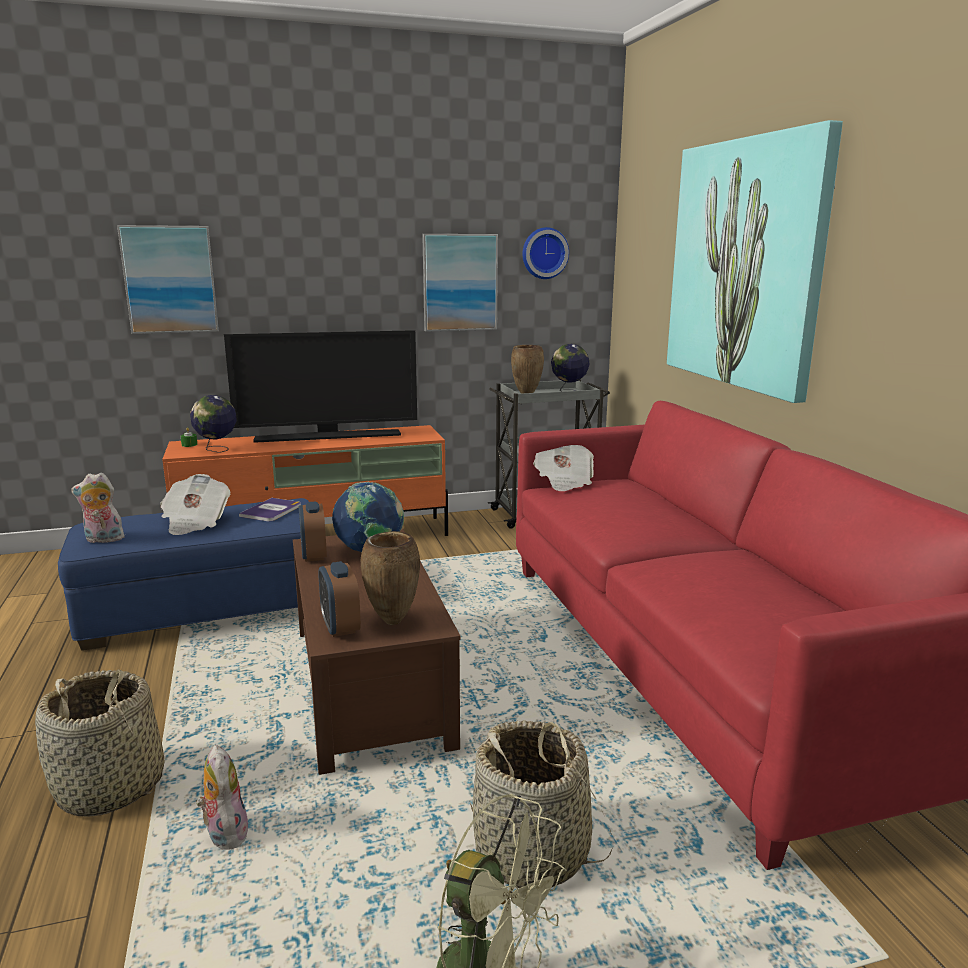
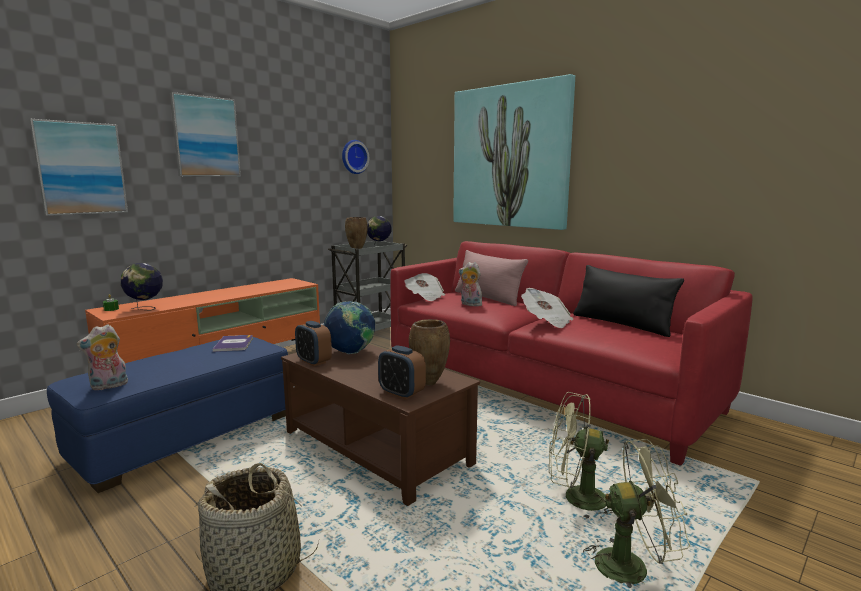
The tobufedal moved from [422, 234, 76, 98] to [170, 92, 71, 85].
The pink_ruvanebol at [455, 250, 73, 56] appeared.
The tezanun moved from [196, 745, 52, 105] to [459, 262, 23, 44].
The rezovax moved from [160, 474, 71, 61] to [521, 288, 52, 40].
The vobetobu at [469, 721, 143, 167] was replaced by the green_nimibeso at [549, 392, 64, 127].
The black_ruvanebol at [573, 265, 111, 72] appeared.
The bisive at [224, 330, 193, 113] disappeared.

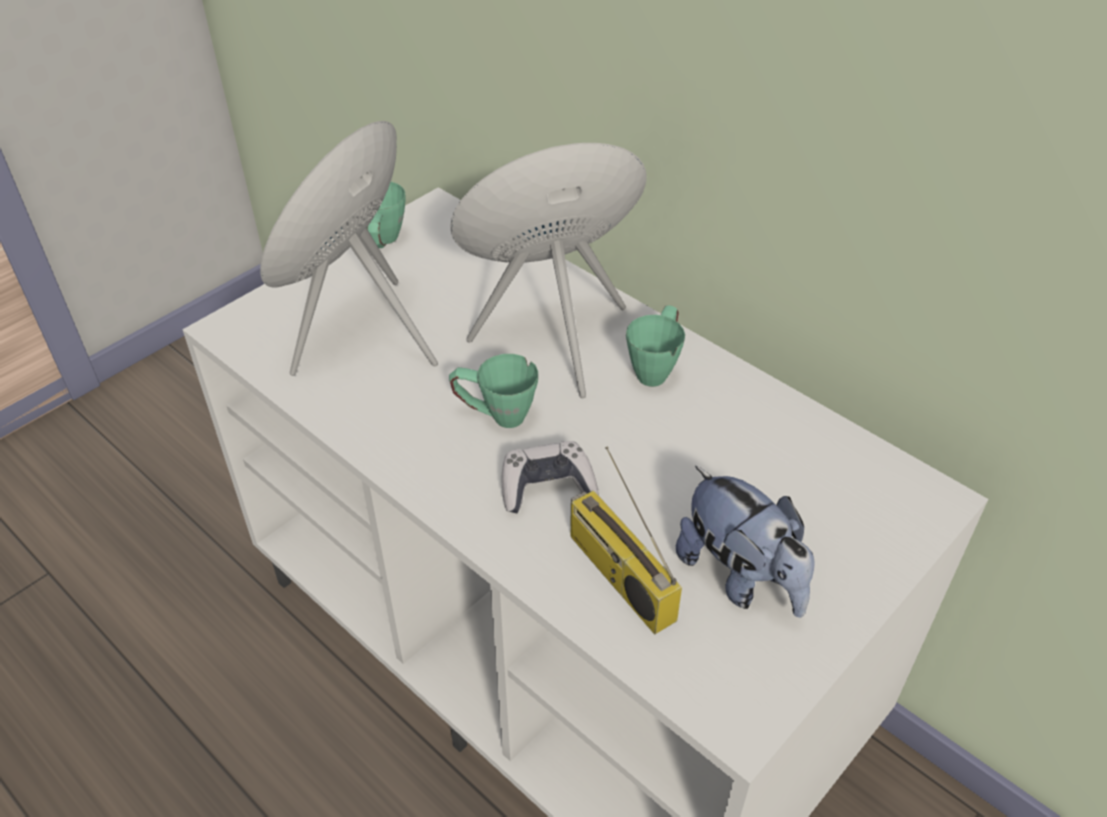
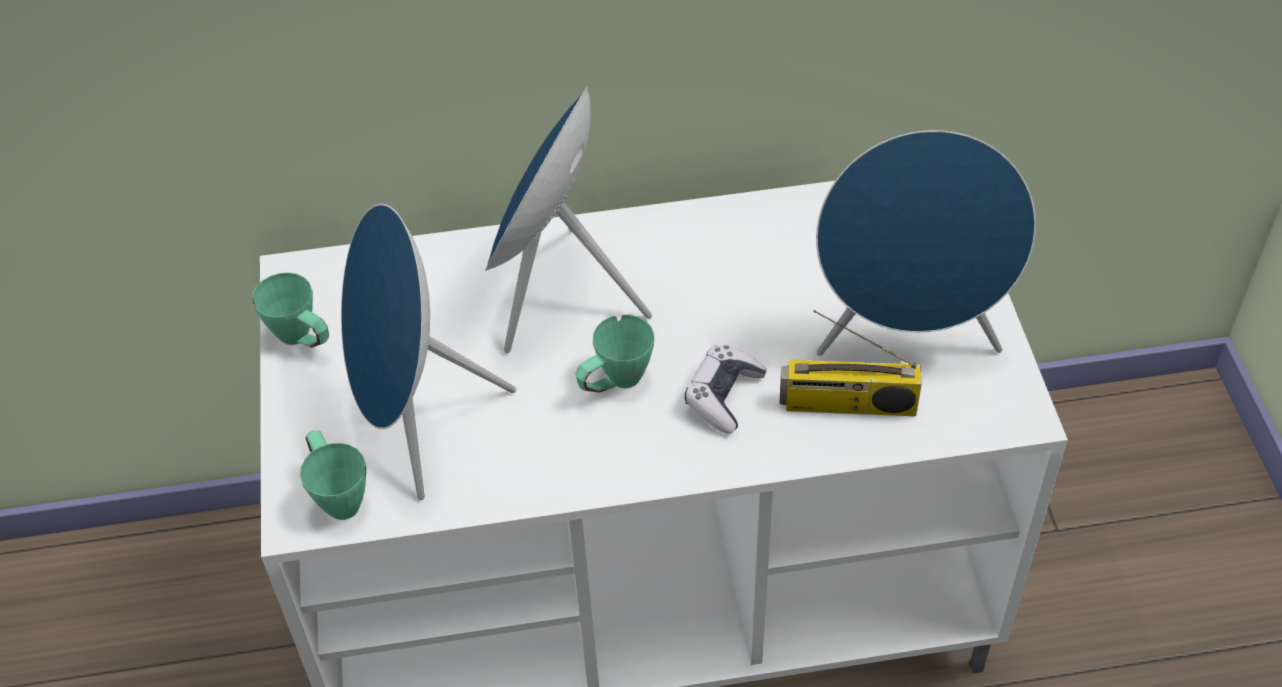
The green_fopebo moved from [626, 305, 59, 82] to [300, 430, 66, 90].
The tezanun at [676, 466, 139, 152] was replaced by the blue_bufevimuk at [816, 130, 220, 226].

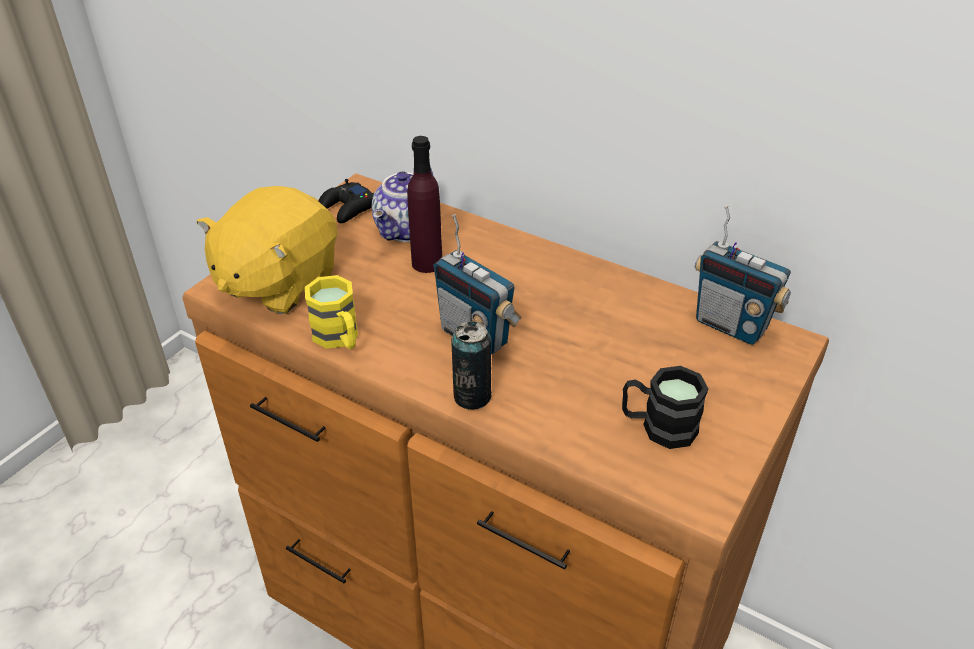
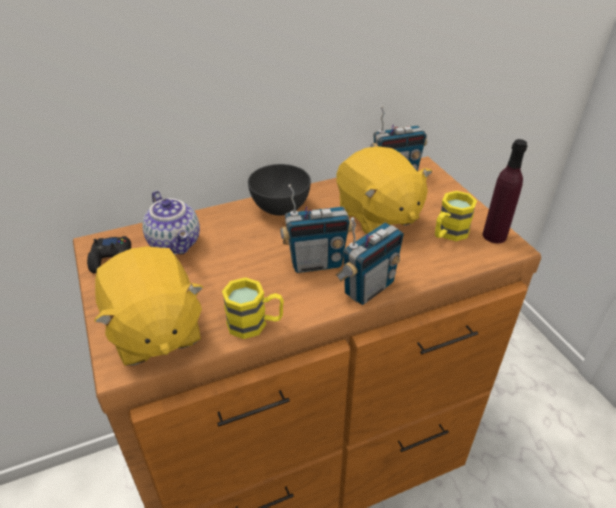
The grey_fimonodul at [248, 164, 63, 52] appeared.
The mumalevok at [451, 321, 41, 89] was replaced by the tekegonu at [335, 217, 69, 88].
The yellow_tezanun at [337, 146, 95, 88] appeared.
The black_fopebo at [622, 366, 87, 83] became the yellow_fopebo at [435, 191, 42, 50].
The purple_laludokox moved from [407, 136, 35, 137] to [482, 139, 45, 104].

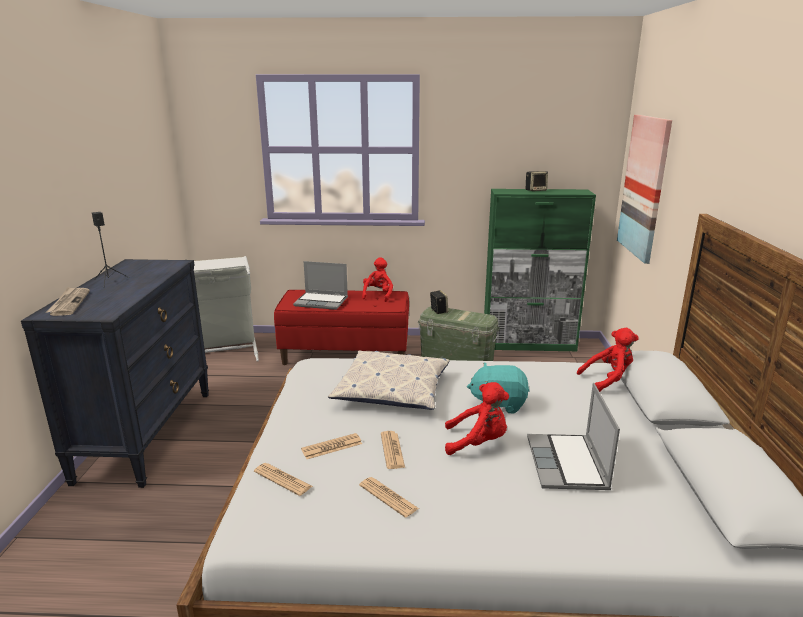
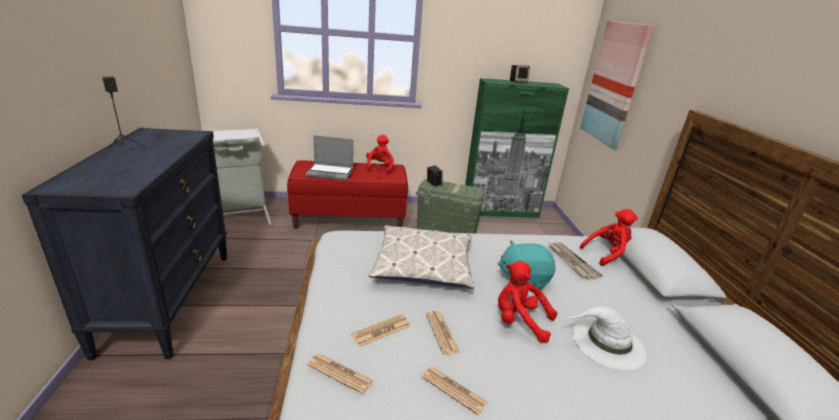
The red_tezanun at [445, 382, 64, 73] turned 150 degrees counterclockwise.
The rezovax moved from [46, 287, 44, 29] to [548, 242, 54, 38].
The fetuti at [527, 383, 93, 107] was replaced by the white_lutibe at [568, 306, 79, 64].

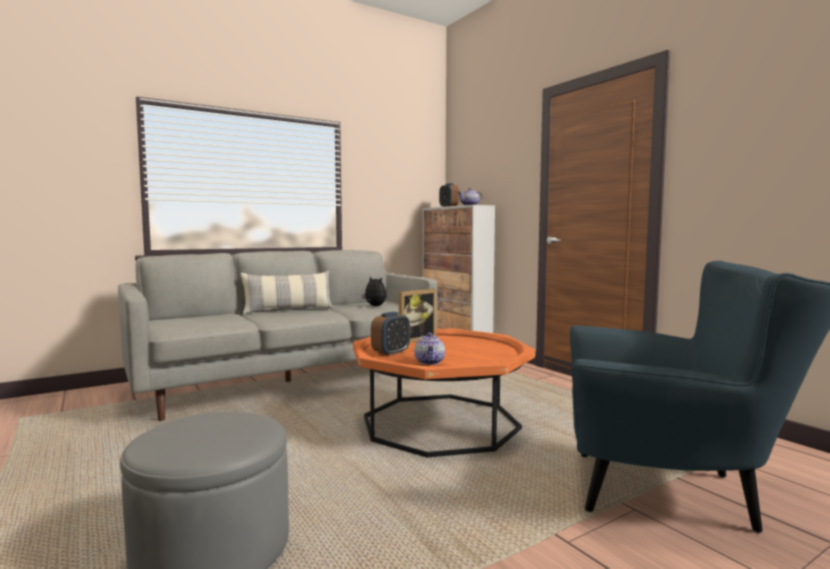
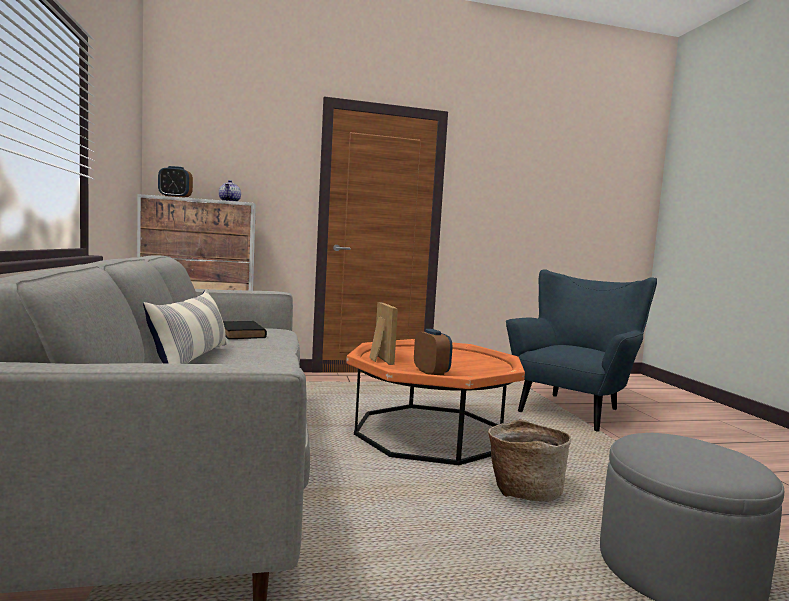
The tezanun at [361, 276, 25, 30] was replaced by the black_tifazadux at [223, 321, 44, 18].
The vobetobu at [488, 419, 83, 82] appeared.
The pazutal at [414, 333, 31, 32] disappeared.

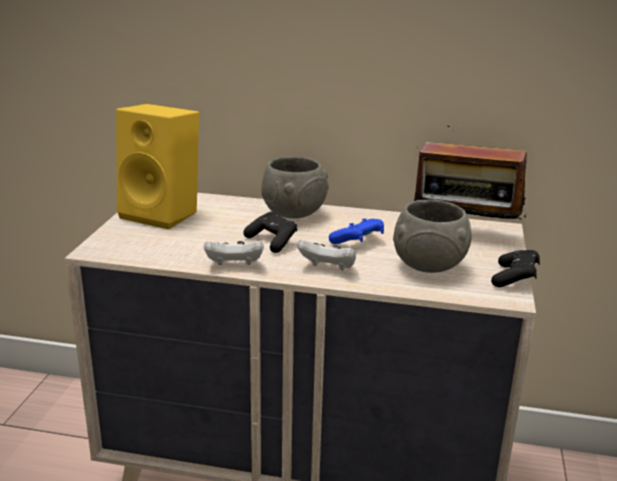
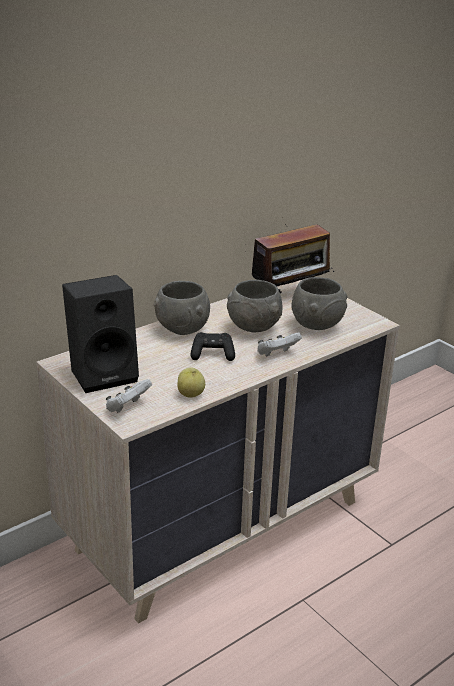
The yellow_bufevimuk at [116, 104, 83, 126] became the black_bufevimuk at [62, 275, 77, 118].
The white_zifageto moved from [204, 241, 60, 24] to [106, 379, 46, 34].
The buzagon at [177, 367, 28, 30] appeared.
The blue_zifageto at [329, 218, 55, 26] was replaced by the grey_fimonodul at [227, 280, 55, 52].
The black_zifageto at [491, 250, 49, 37] disappeared.

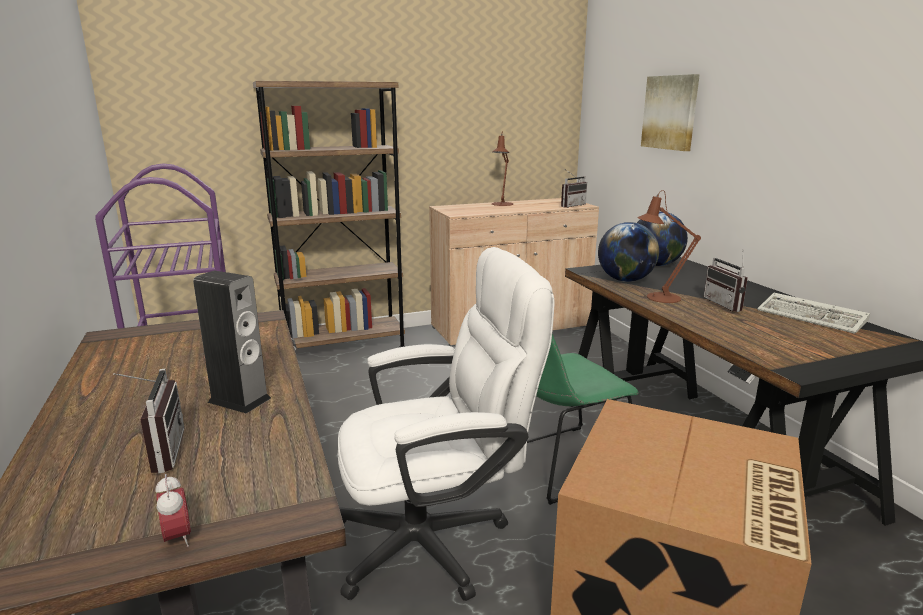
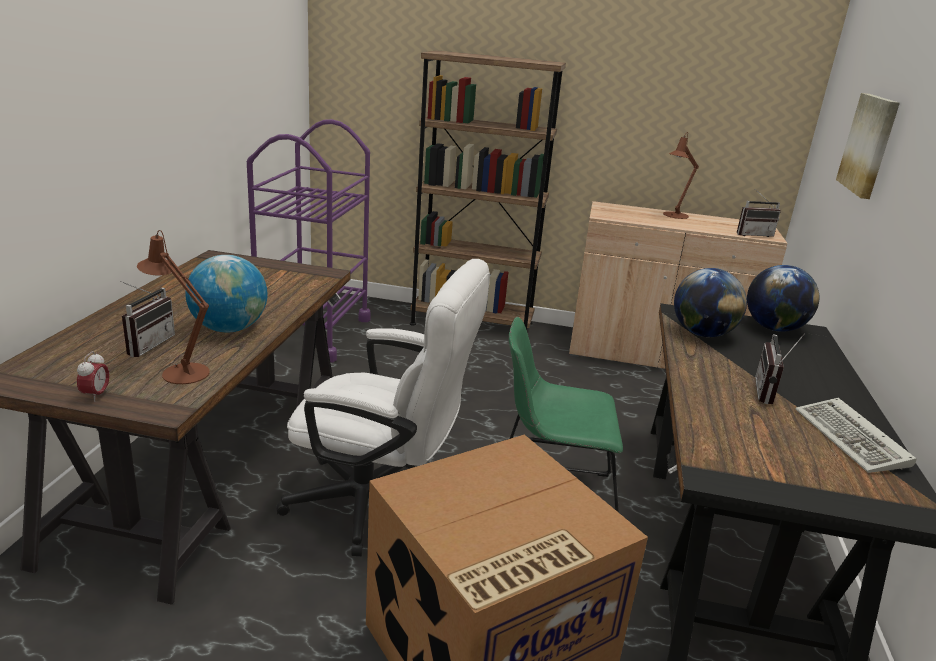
The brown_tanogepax moved from [637, 190, 64, 113] to [137, 230, 73, 154].
The bufevimuk at [193, 271, 78, 142] was replaced by the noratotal at [185, 255, 82, 78].

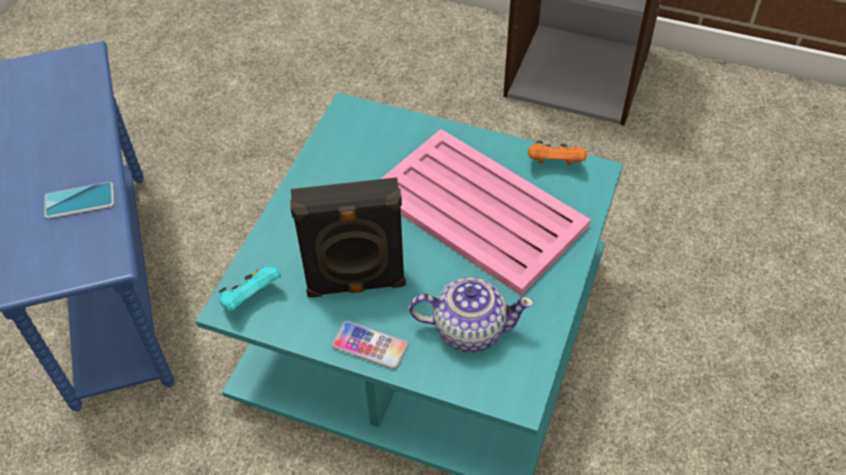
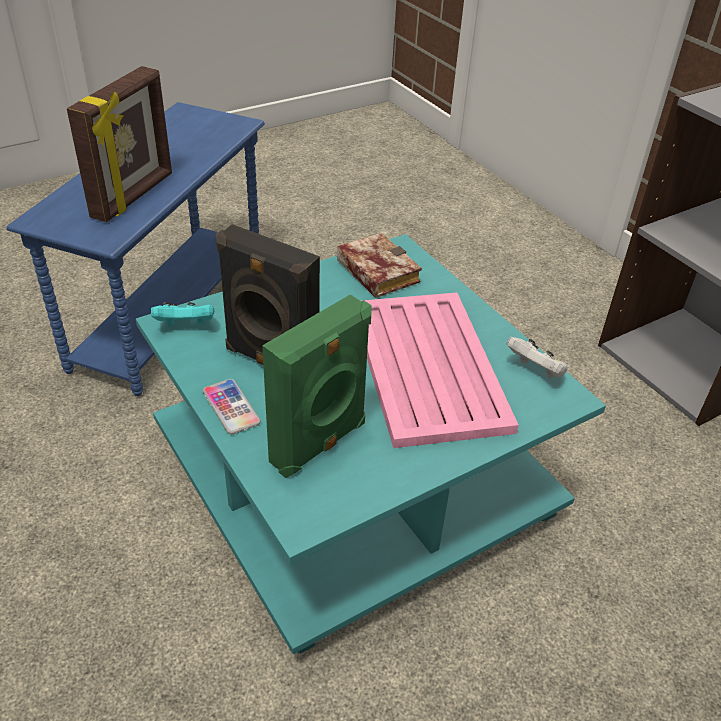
The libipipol at [44, 182, 70, 37] was replaced by the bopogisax at [67, 66, 105, 156].
The pazutal at [409, 277, 125, 75] was replaced by the green_bufevimuk at [262, 294, 109, 184].
The tifazadux at [337, 233, 85, 65] appeared.
The orange_zifageto at [528, 140, 59, 25] became the white_zifageto at [506, 337, 62, 42].

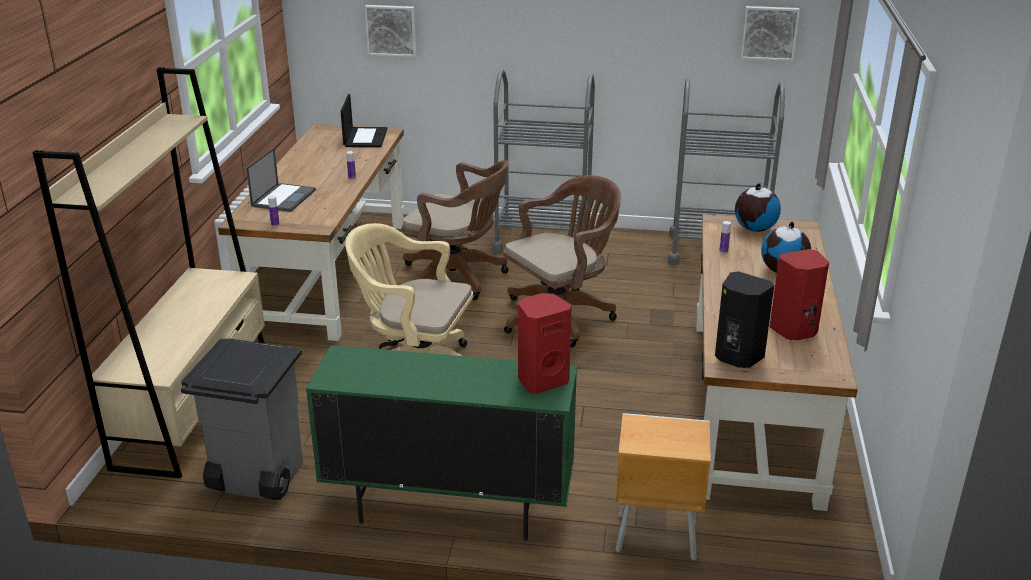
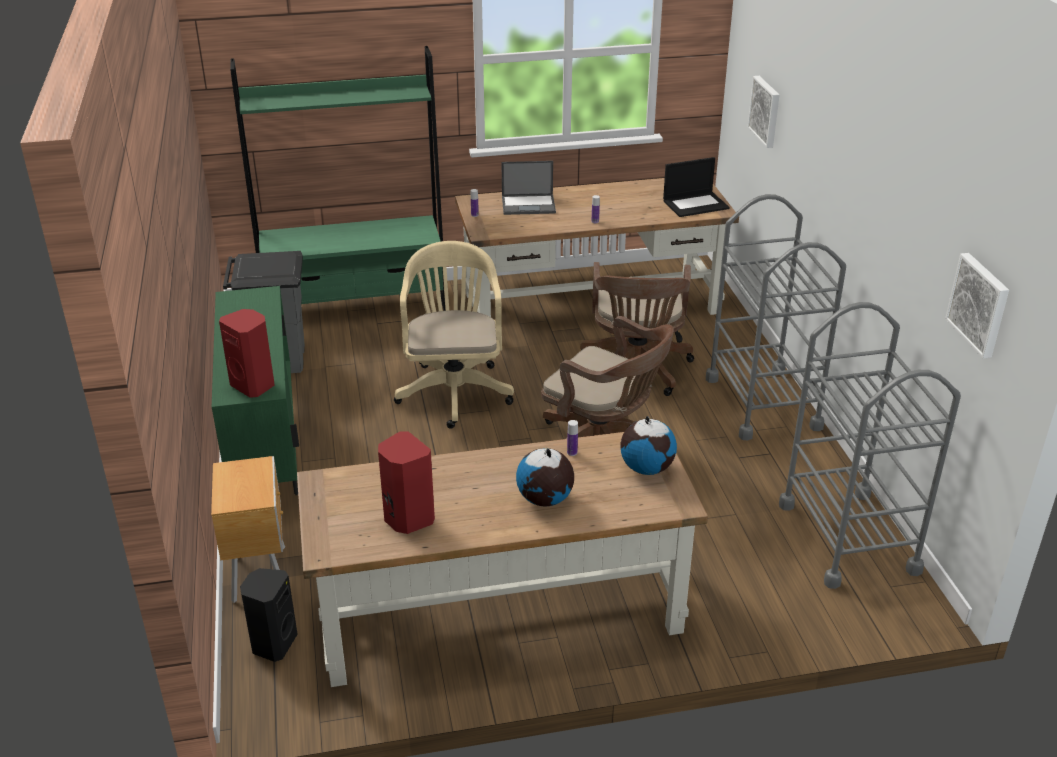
The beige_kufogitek at [32, 67, 233, 411] became the green_kufogitek at [230, 46, 216, 265].
The black_bufevimuk moved from [715, 271, 59, 97] to [240, 568, 57, 94].

